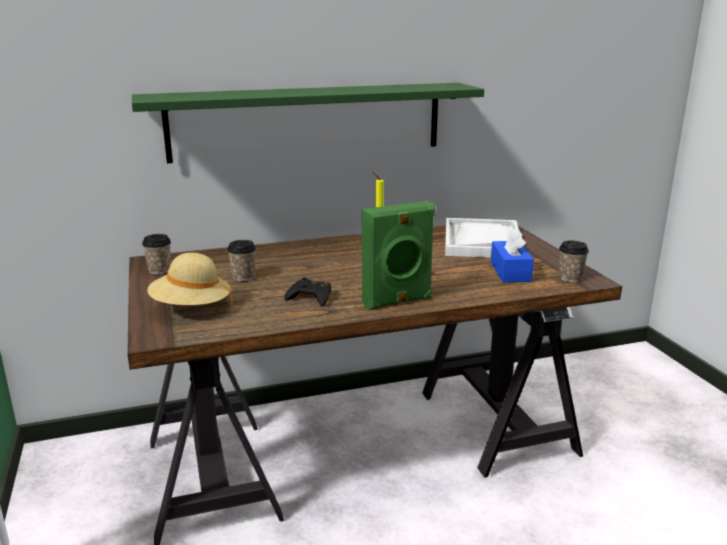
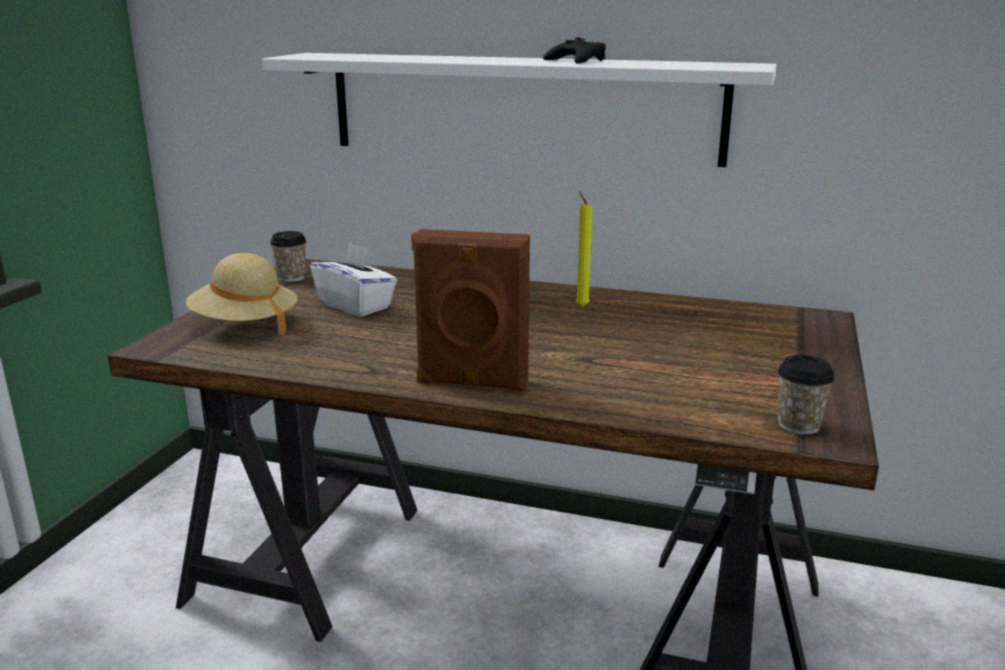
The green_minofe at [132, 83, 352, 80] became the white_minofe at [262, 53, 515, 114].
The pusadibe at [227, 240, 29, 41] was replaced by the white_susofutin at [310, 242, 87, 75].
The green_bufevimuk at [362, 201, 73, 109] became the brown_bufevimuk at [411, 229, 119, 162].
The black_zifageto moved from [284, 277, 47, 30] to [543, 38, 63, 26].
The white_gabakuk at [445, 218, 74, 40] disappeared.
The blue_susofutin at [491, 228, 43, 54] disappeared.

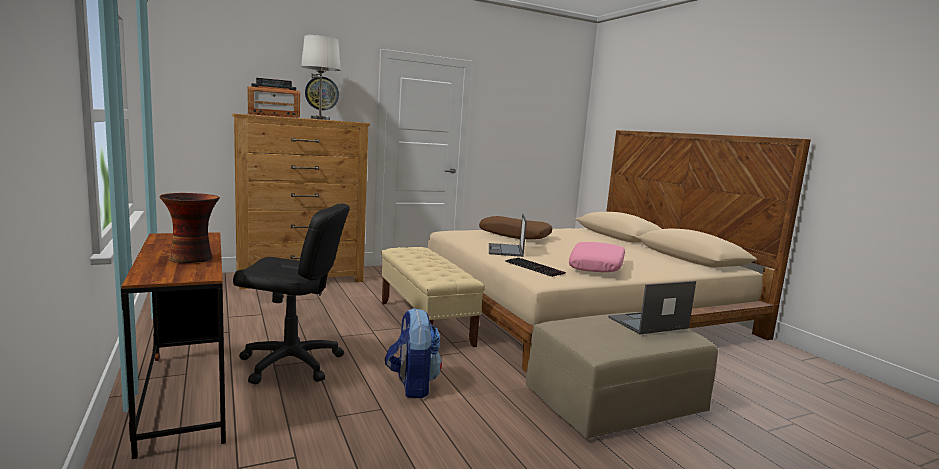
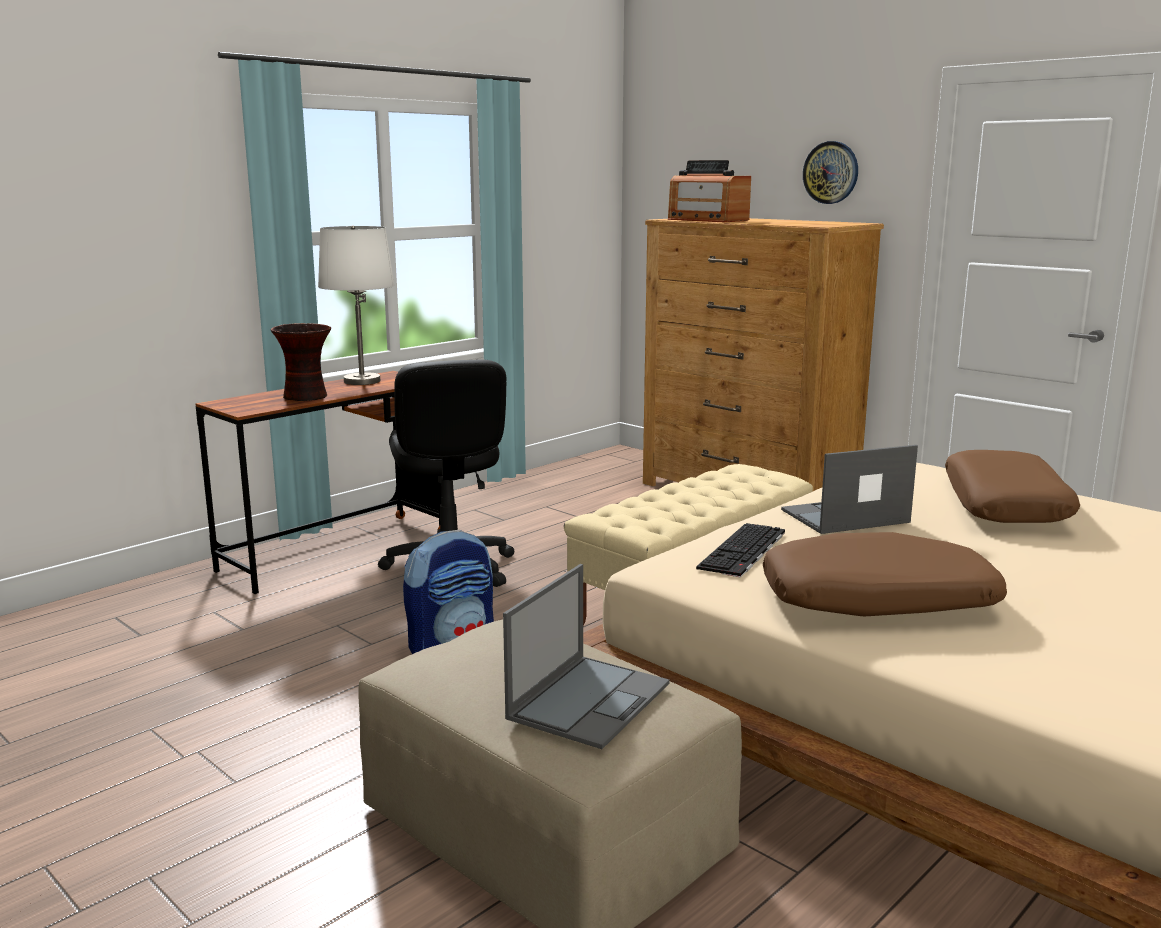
The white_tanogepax moved from [301, 35, 40, 85] to [318, 225, 76, 160].
The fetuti at [608, 281, 88, 53] turned 75 degrees clockwise.
The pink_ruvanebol at [569, 242, 56, 30] became the brown_ruvanebol at [763, 532, 244, 84].

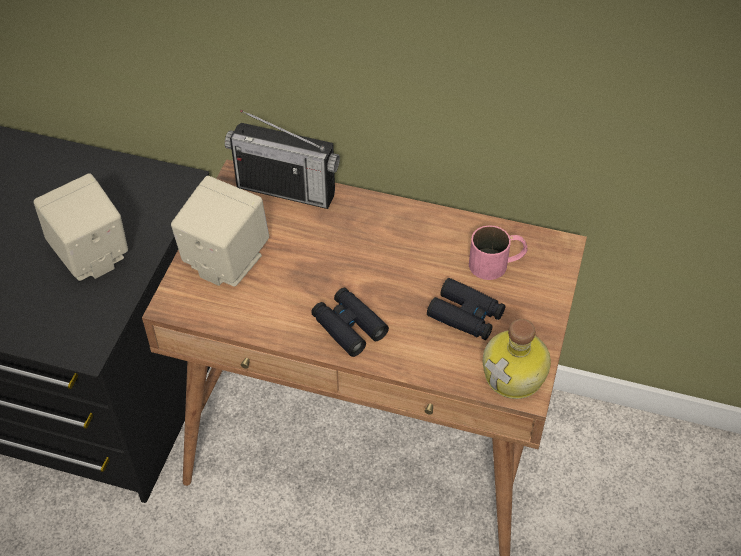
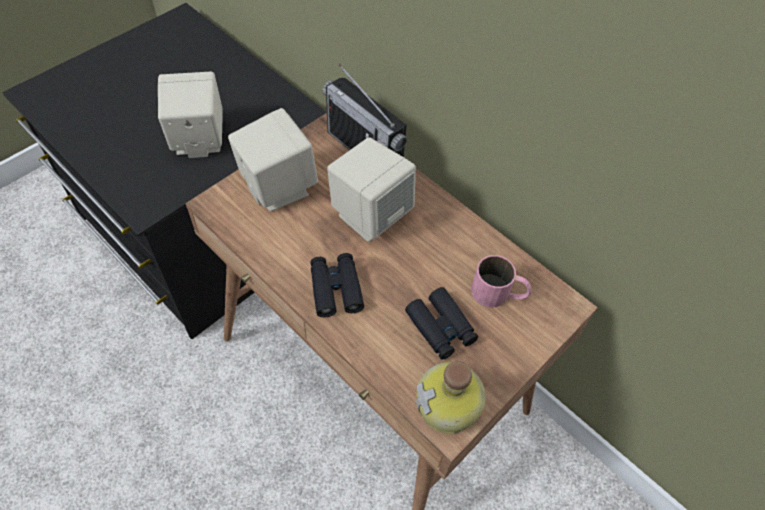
The beige_bufevimuk at [327, 137, 89, 105] appeared.

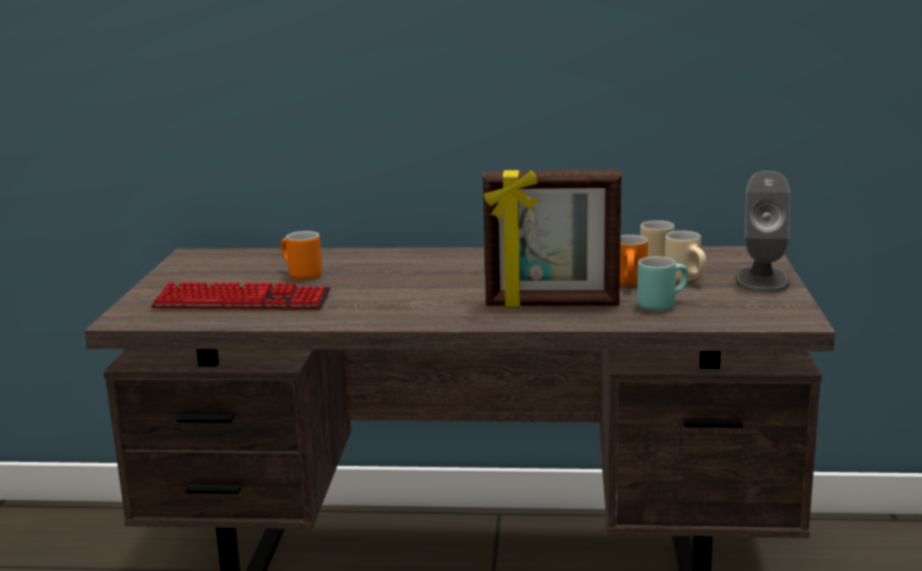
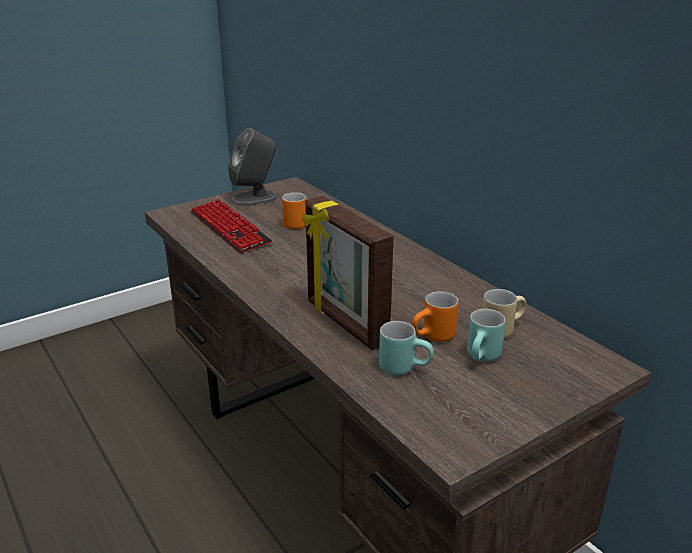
The grey_bufevimuk moved from [735, 171, 55, 122] to [228, 128, 50, 78].
The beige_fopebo at [665, 231, 41, 50] became the turquoise_fopebo at [467, 309, 38, 53].

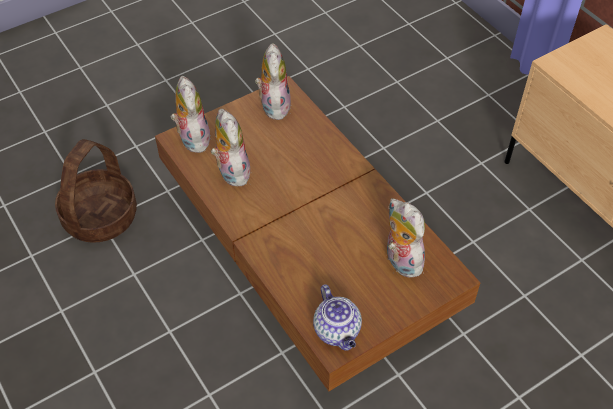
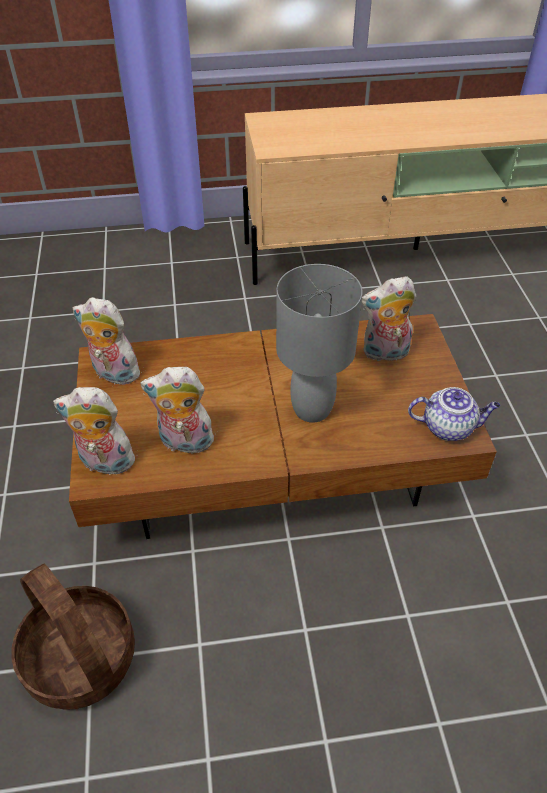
The grey_tanogepax at [276, 264, 86, 159] appeared.

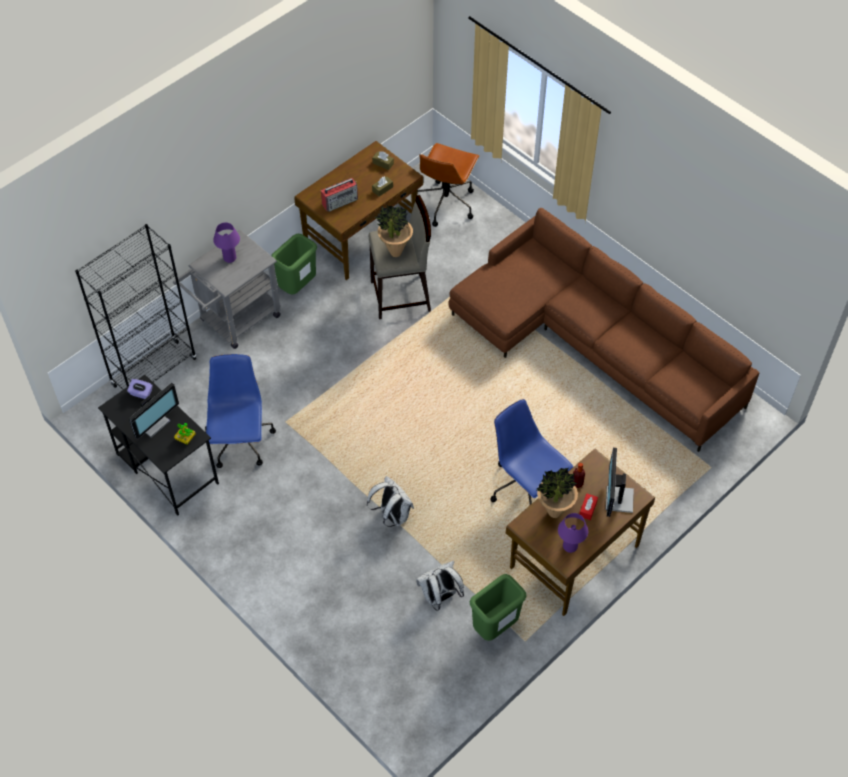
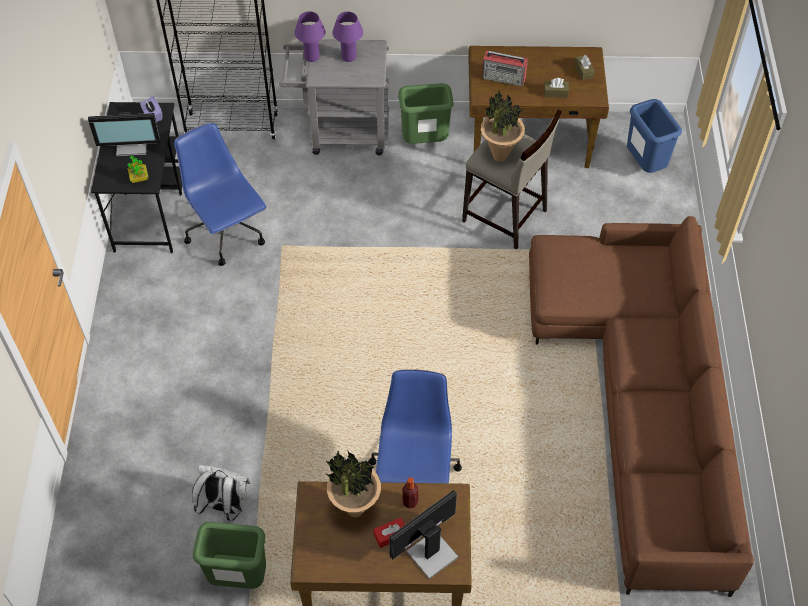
The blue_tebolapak at [205, 354, 71, 114] turned 75 degrees counterclockwise.
The purple_tanogepax moved from [558, 513, 30, 40] to [295, 11, 30, 51].
The brown_tebolapak at [417, 143, 62, 84] was replaced by the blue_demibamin at [627, 99, 55, 74].
The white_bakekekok at [367, 476, 47, 51] disappeared.

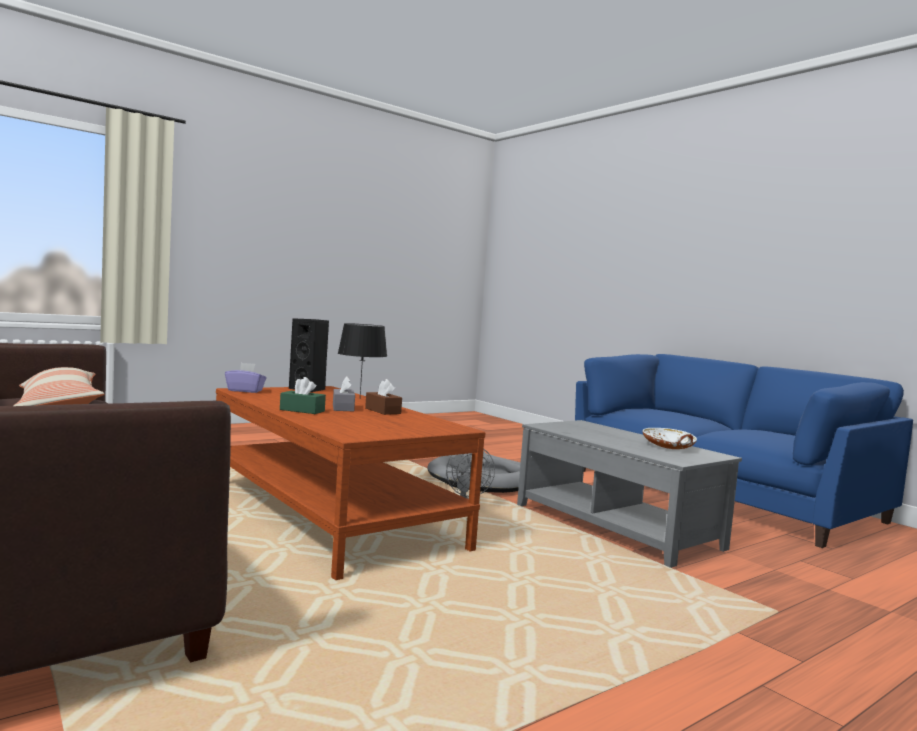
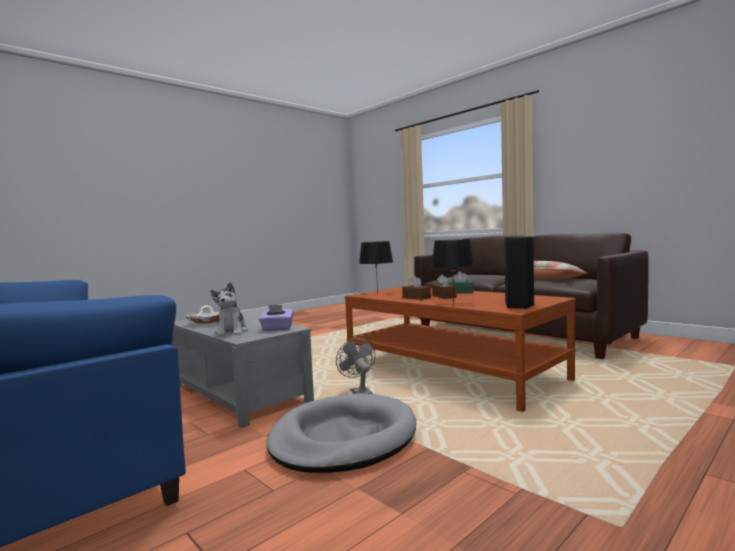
The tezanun at [210, 282, 38, 55] appeared.
The purple_susofutin moved from [225, 363, 41, 30] to [259, 305, 35, 26].
The black_tanogepax at [359, 241, 34, 53] appeared.
The grey_susofutin at [333, 376, 22, 36] became the brown_susofutin at [432, 274, 25, 25].

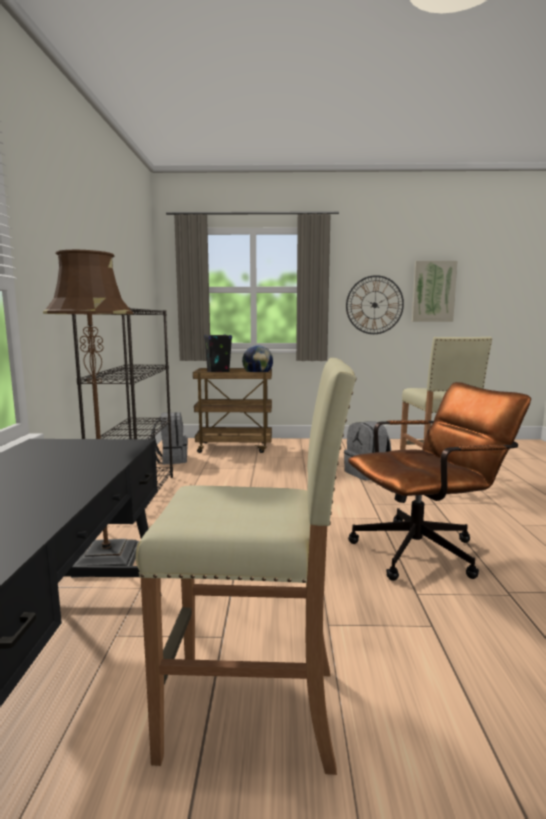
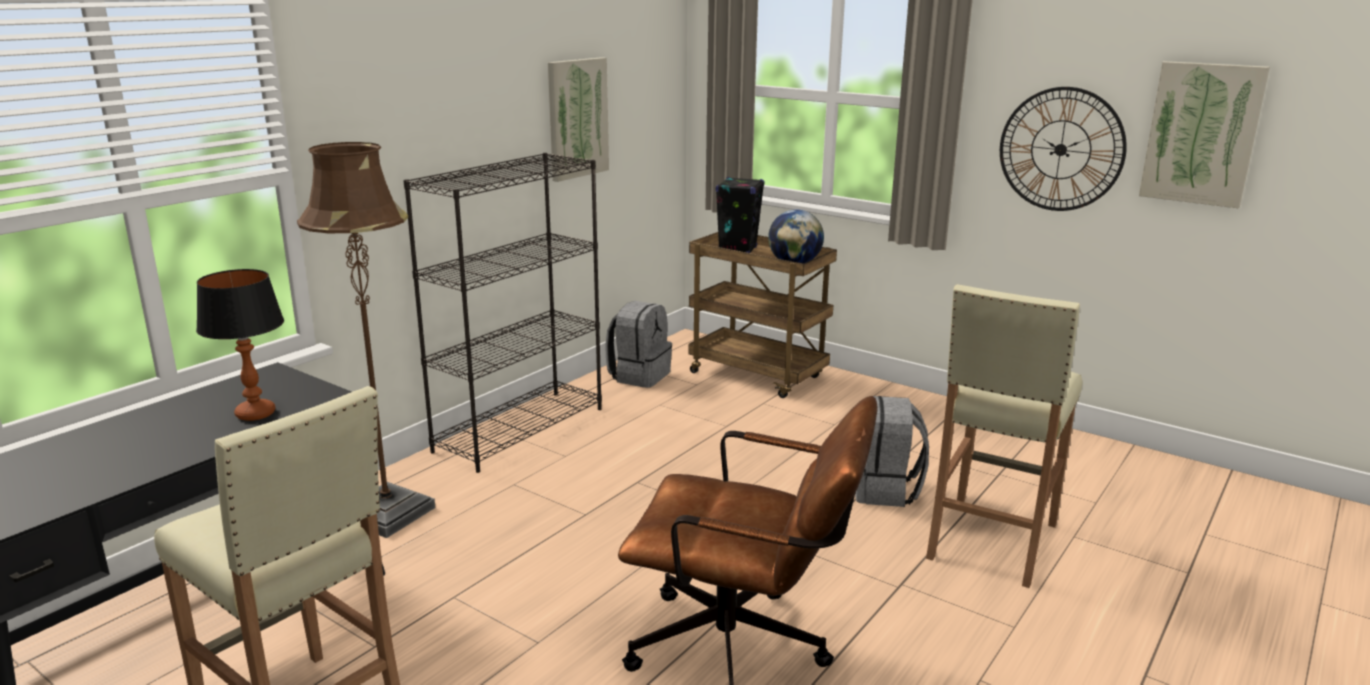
The tanogepax at [196, 269, 88, 152] appeared.
The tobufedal at [548, 57, 61, 125] appeared.

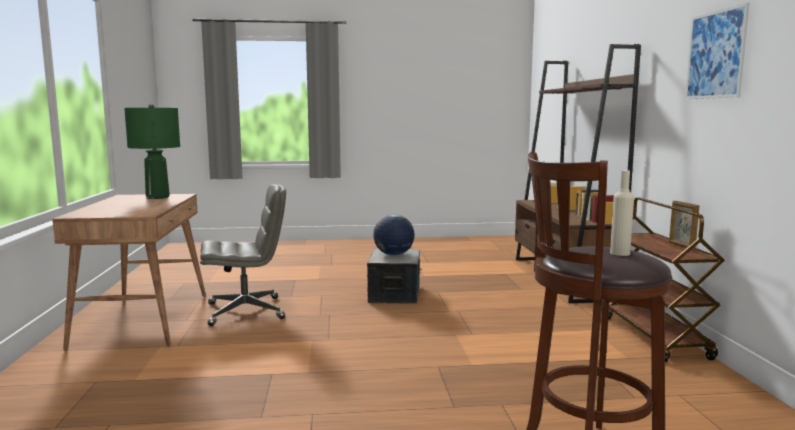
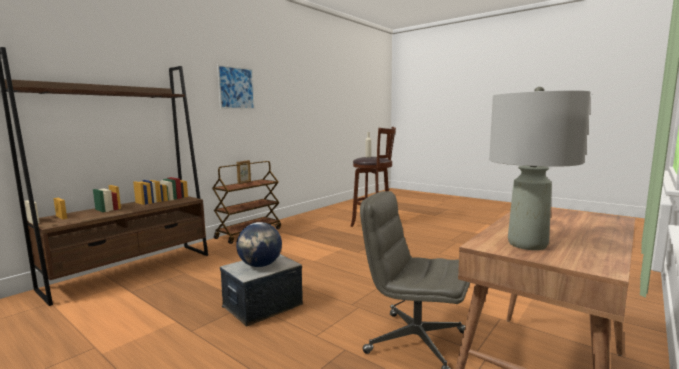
The green_tanogepax at [124, 104, 56, 95] became the grey_tanogepax at [489, 87, 101, 163].

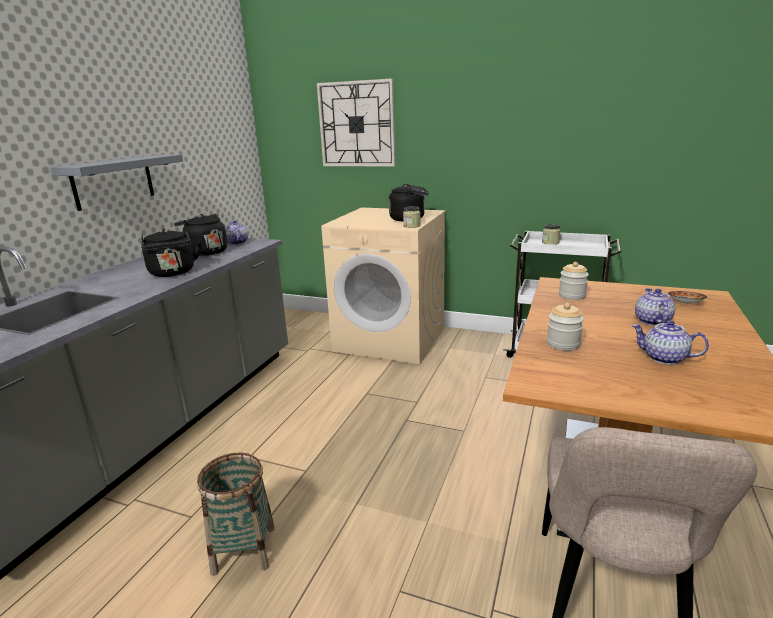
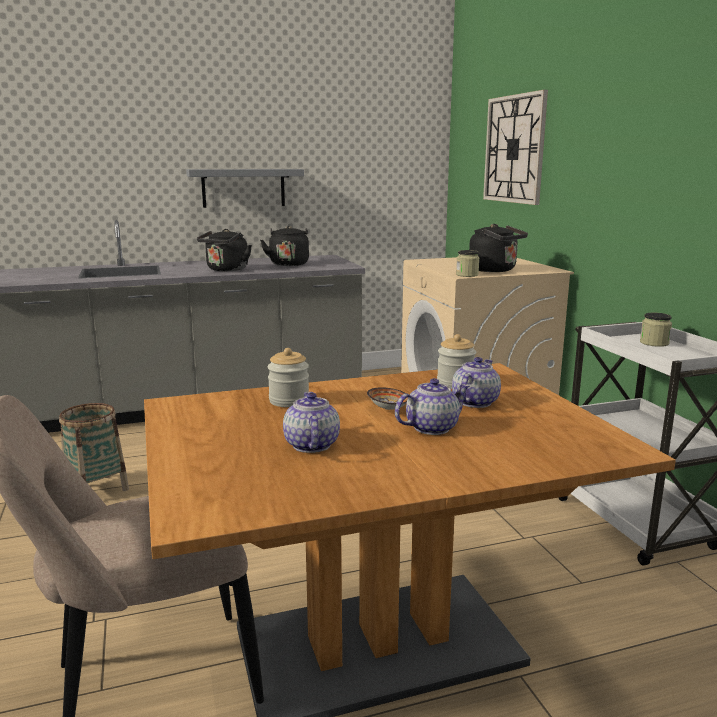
The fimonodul moved from [668, 291, 39, 13] to [367, 387, 41, 23].
The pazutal moved from [225, 220, 23, 25] to [452, 357, 49, 51].

